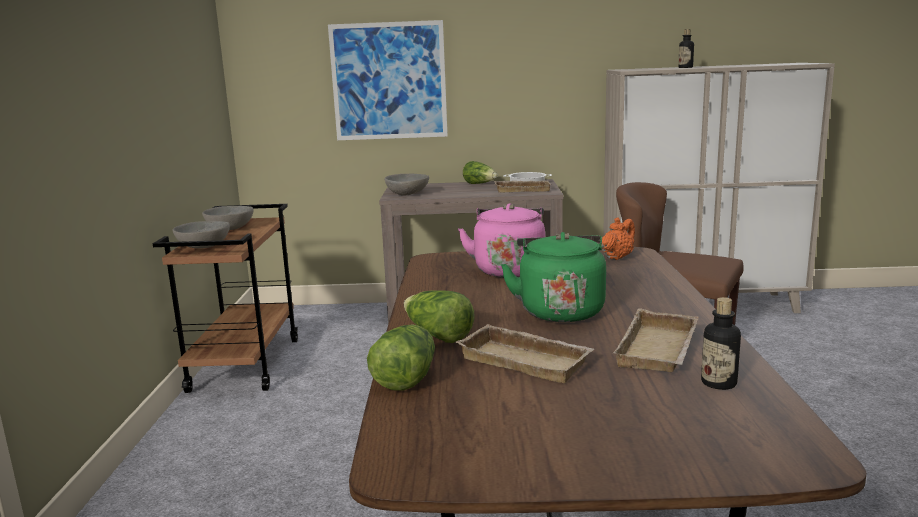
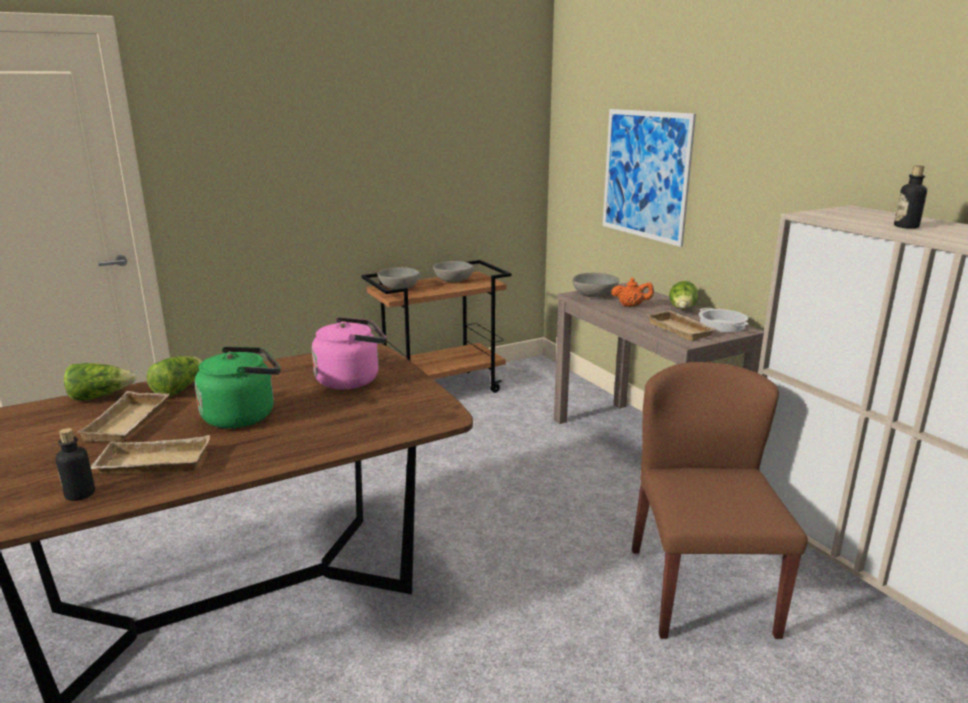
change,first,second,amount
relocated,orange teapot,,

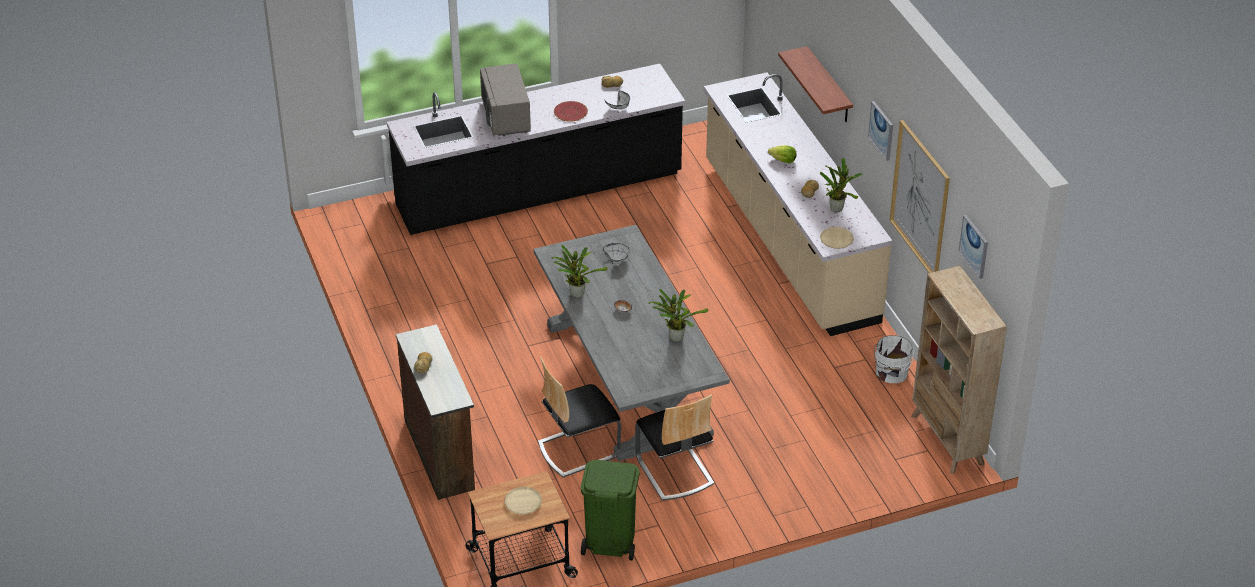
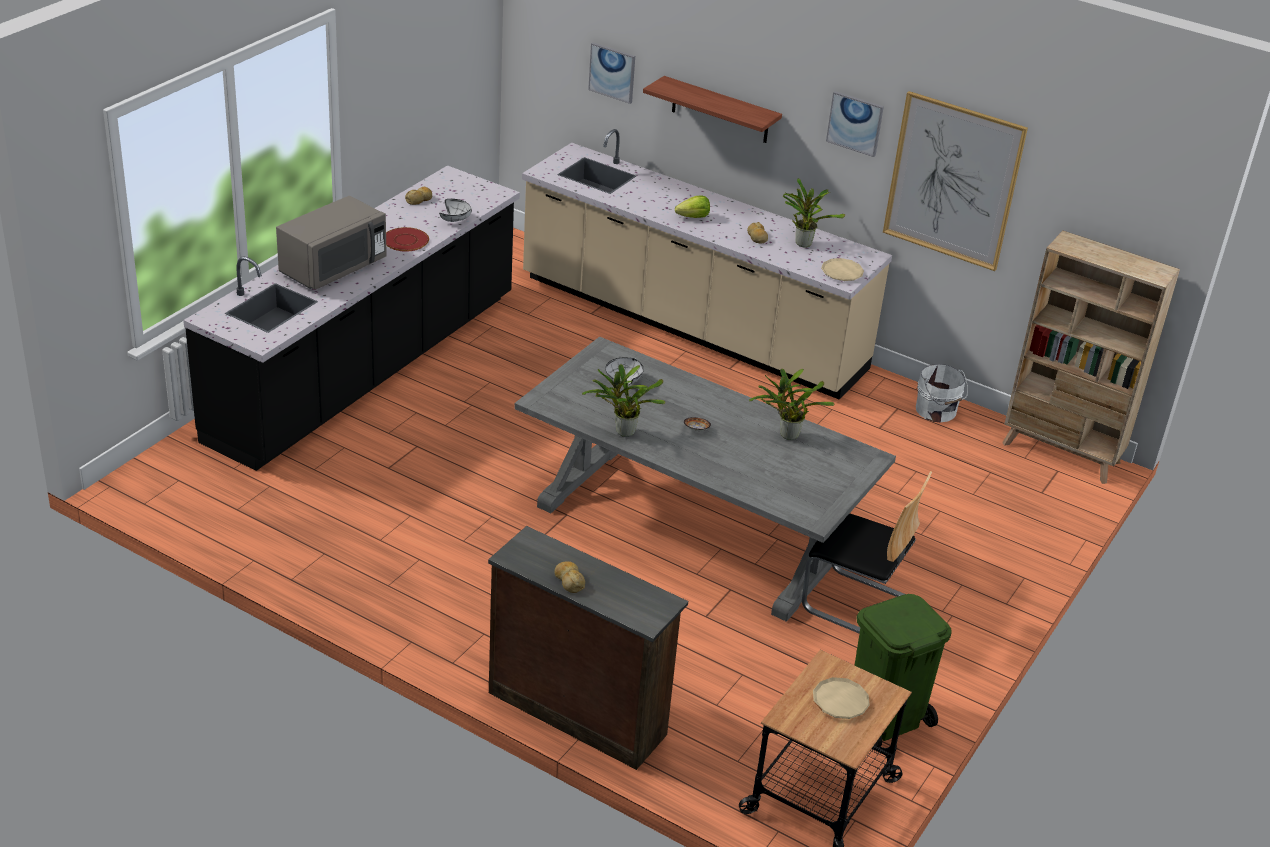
change,first,second,amount
spun,grey microwave,,90 degrees counterclockwise
relocated,picture (no. 3 from left in the first image),picture (no. 1 from left),
missing,chair (no. 1 from left),,

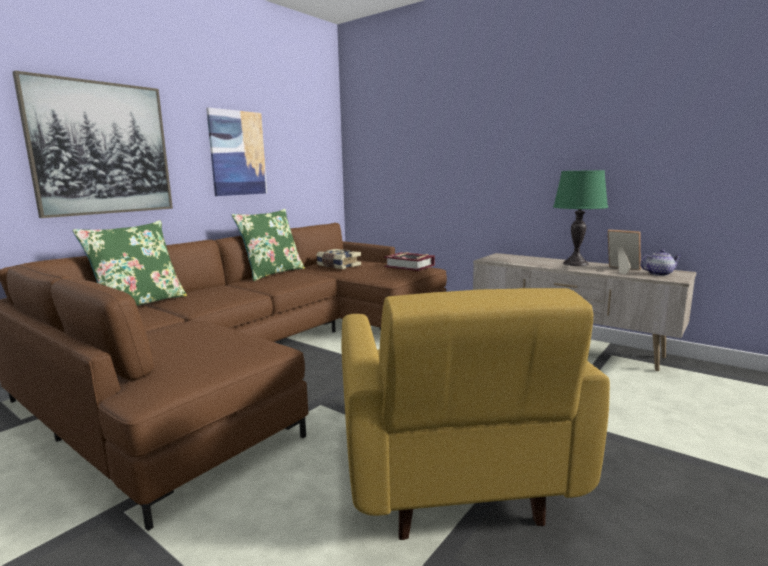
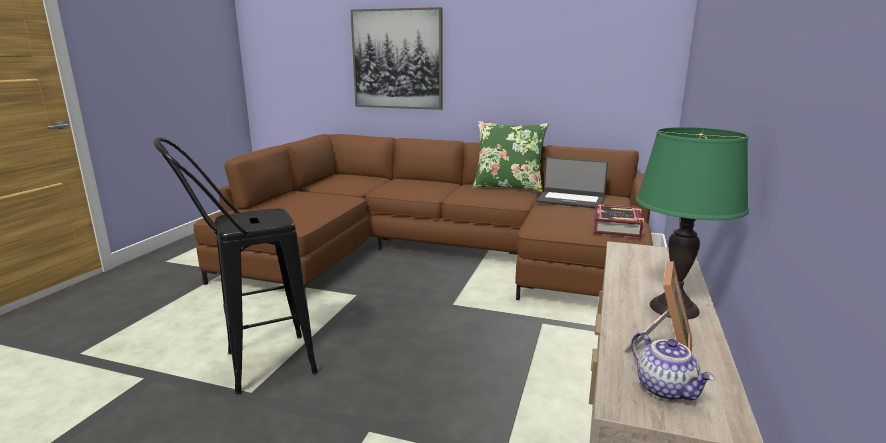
change,first,second,amount
missing,picture (no. 2 from left),,
missing,green pillow (no. 1 from left),,
exchanged,book (no. 1 from left),laptop,
exchanged,yellow armchair,black stool,

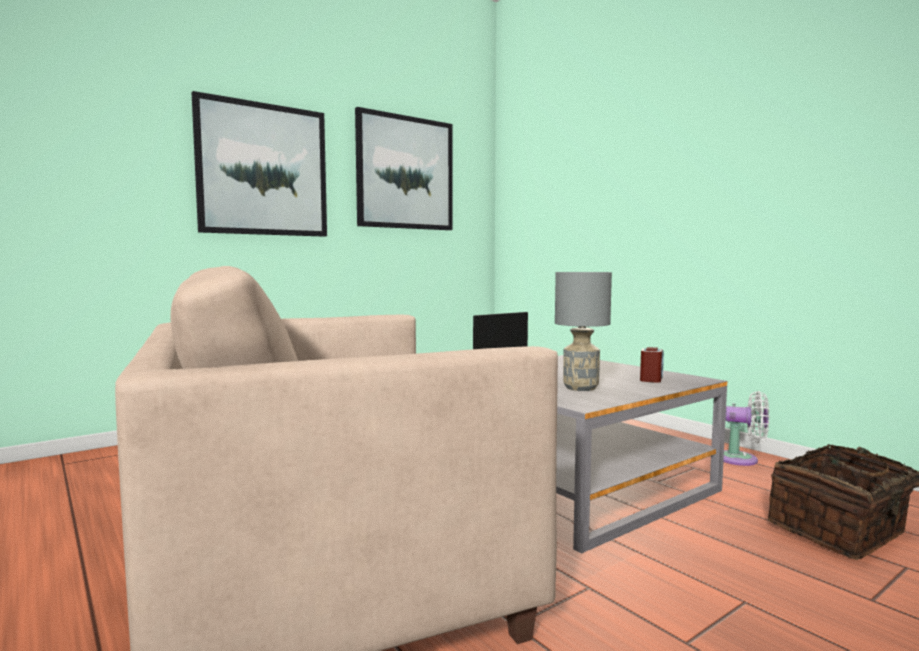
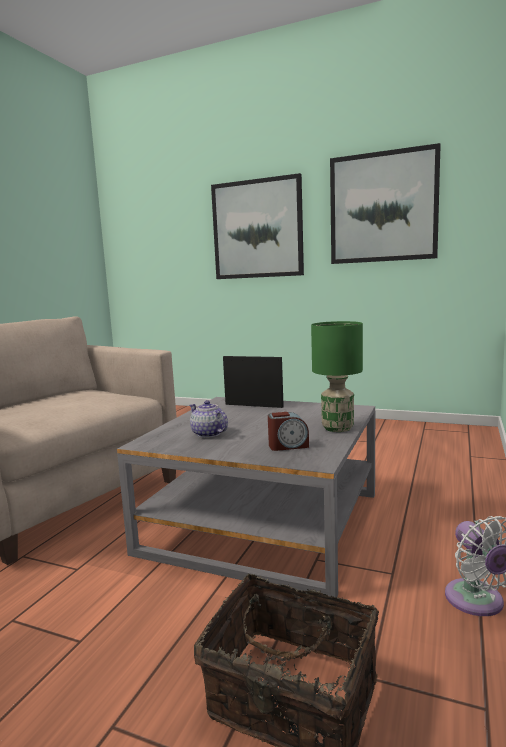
change,first,second,amount
exchanged,grey table lamp,teapot,
appeared,,green table lamp,

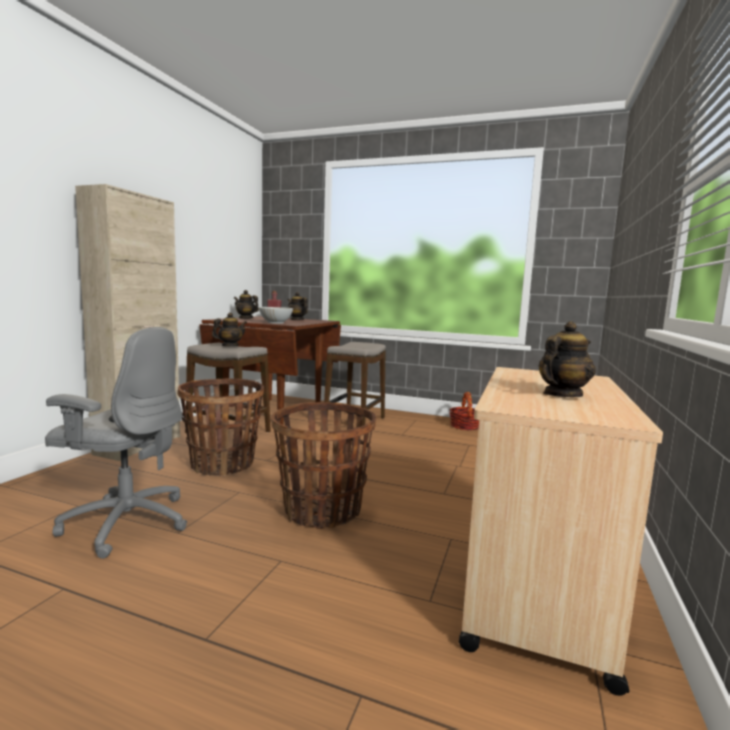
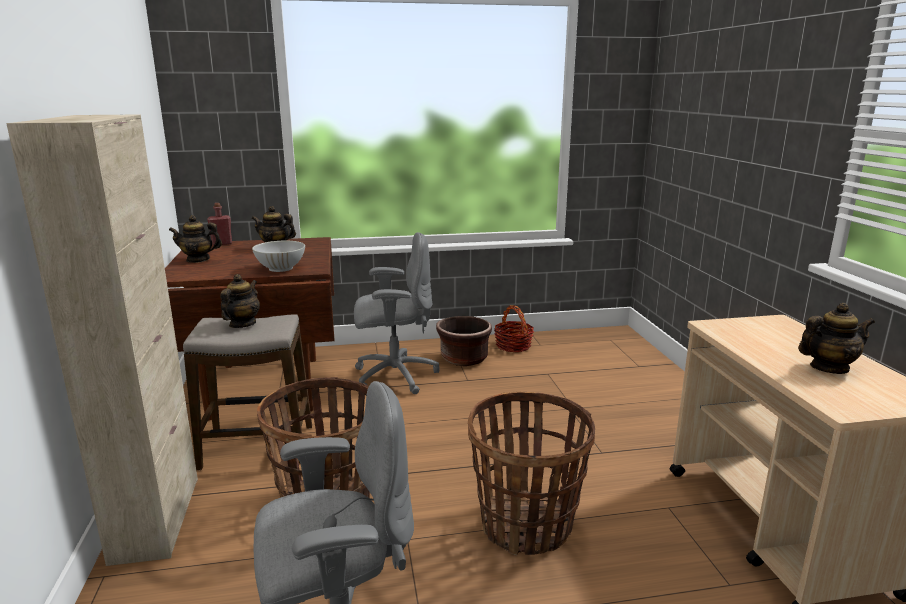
change,first,second,amount
spun,teapot (no. 4 from left),,60 degrees clockwise
exchanged,stool (no. 2 from left),grey office chair (no. 2 from left),
appeared,,brown planter,

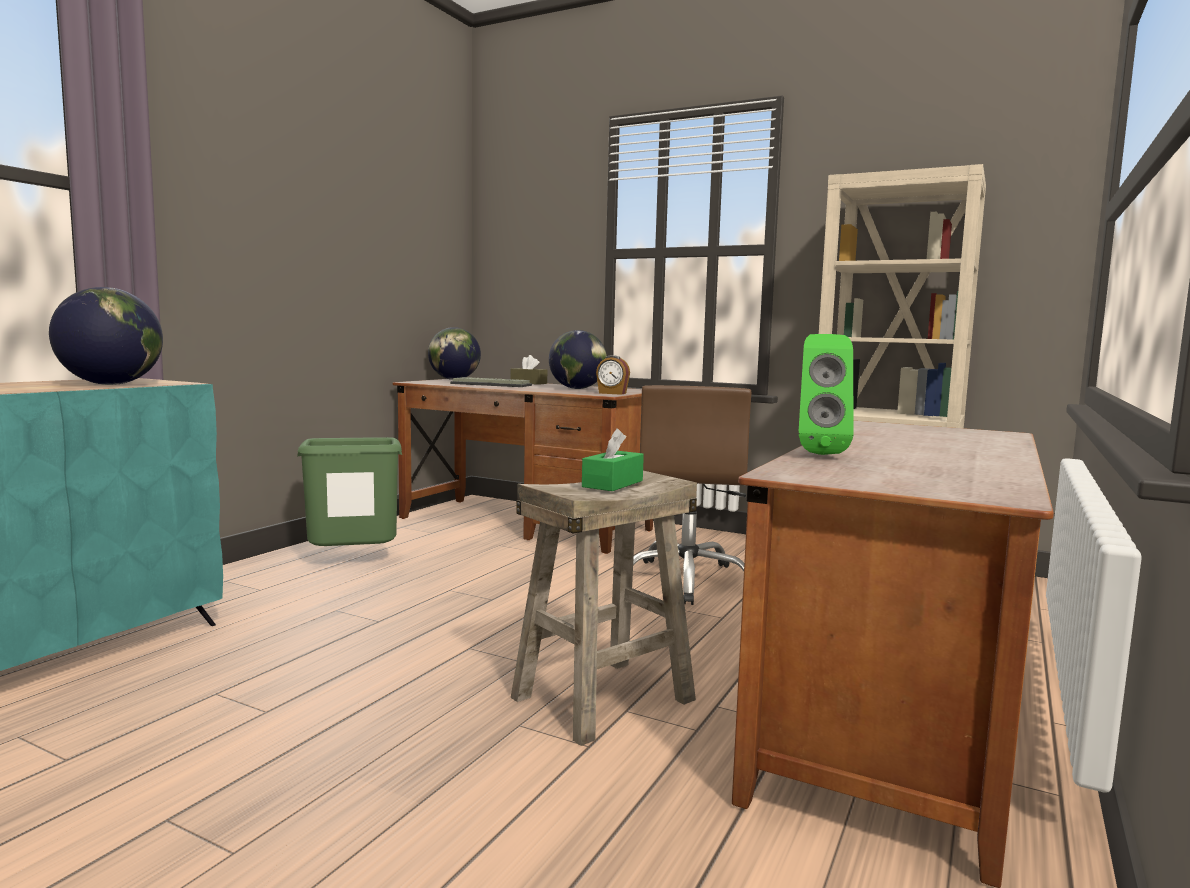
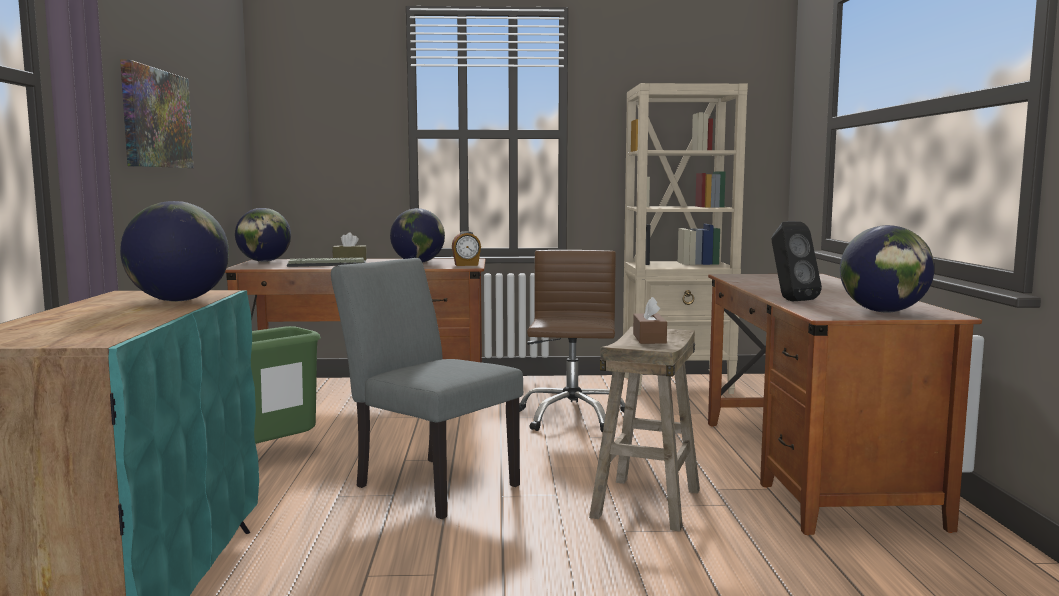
change,first,second,amount
colour,green speaker,black speaker,
spun,brown office chair,,150 degrees counterclockwise
colour,green tissue box,brown tissue box (no. 2 from left),
appeared,,picture,
appeared,,globe (no. 4 from left),
appeared,,grey chair,

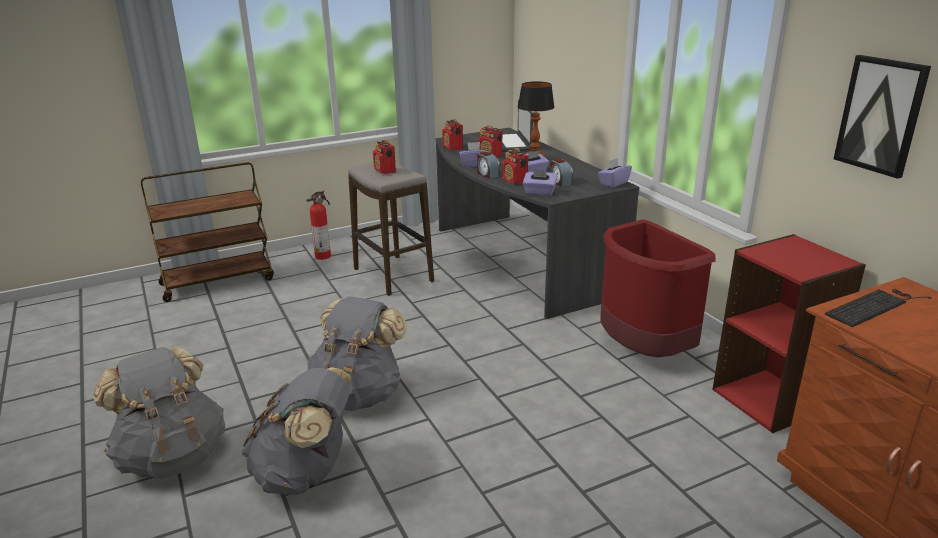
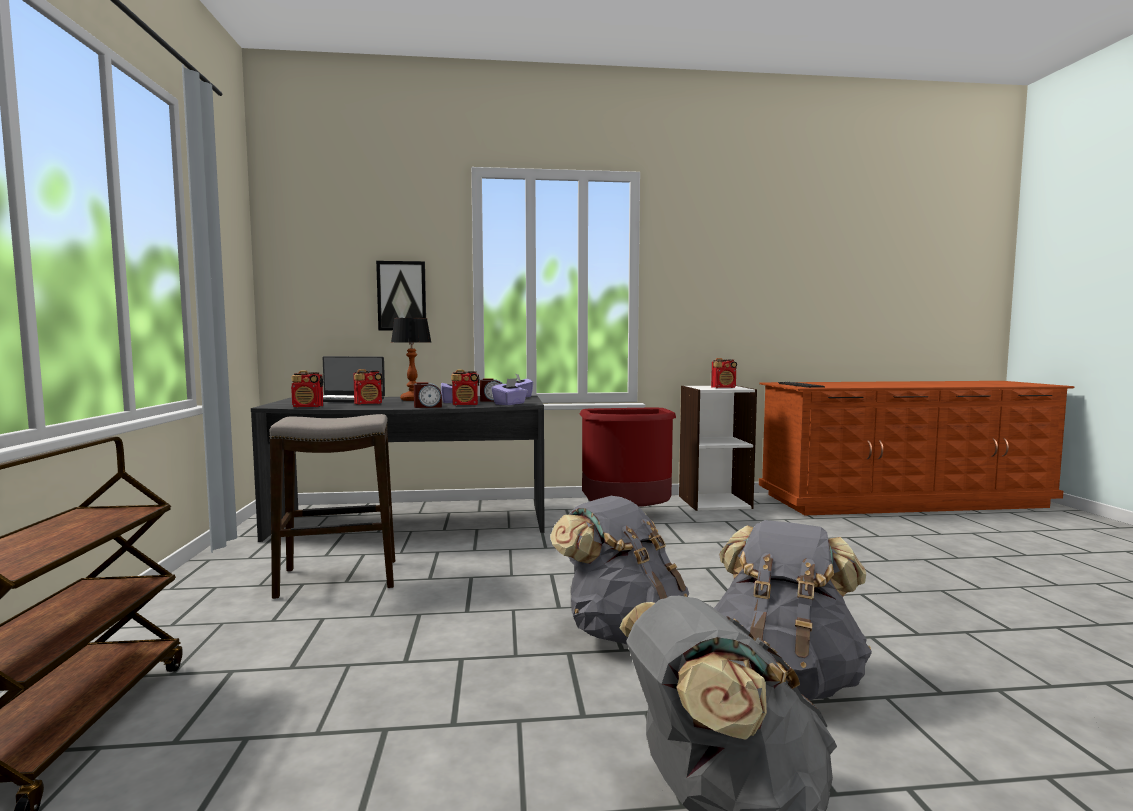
change,first,second,amount
relocated,picture,,
relocated,radio (no. 1 from left in the first image),radio (no. 4 from left),
missing,purple tissue box (no. 1 from left),,
missing,fire extinguisher,,
colour,red bookcase,white bookcase,

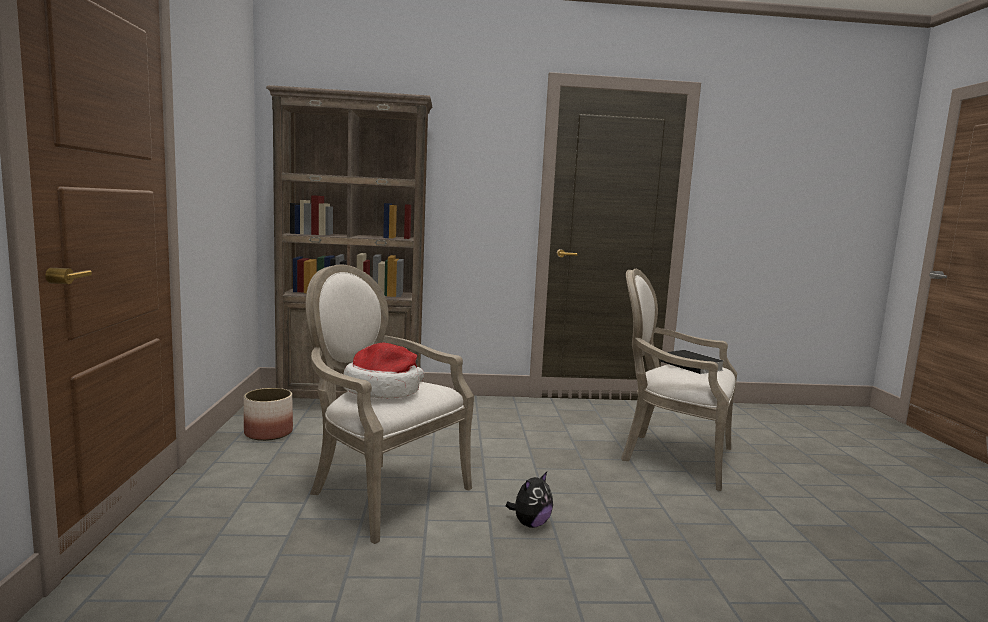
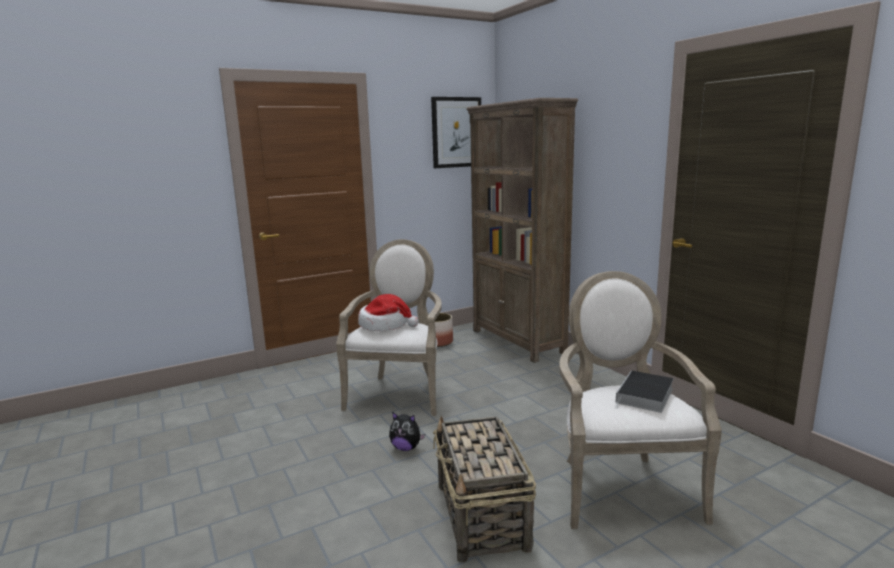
change,first,second,amount
appeared,,picture,
appeared,,basket,

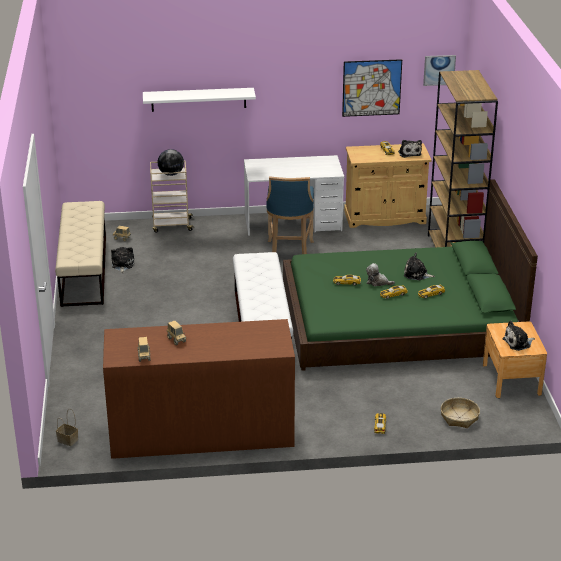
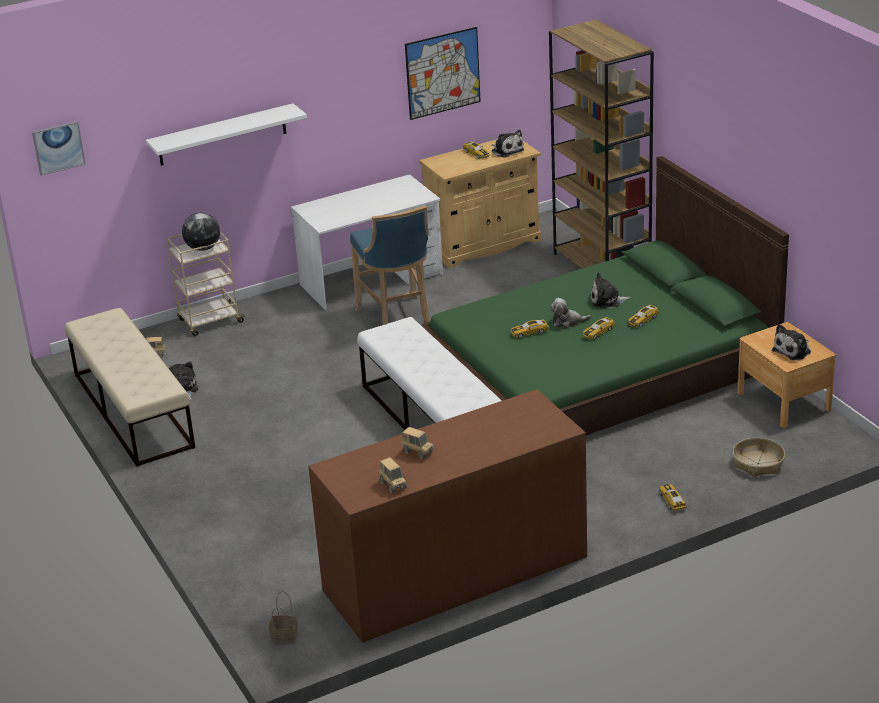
change,first,second,amount
relocated,picture (no. 2 from left in the first image),picture (no. 1 from left),

